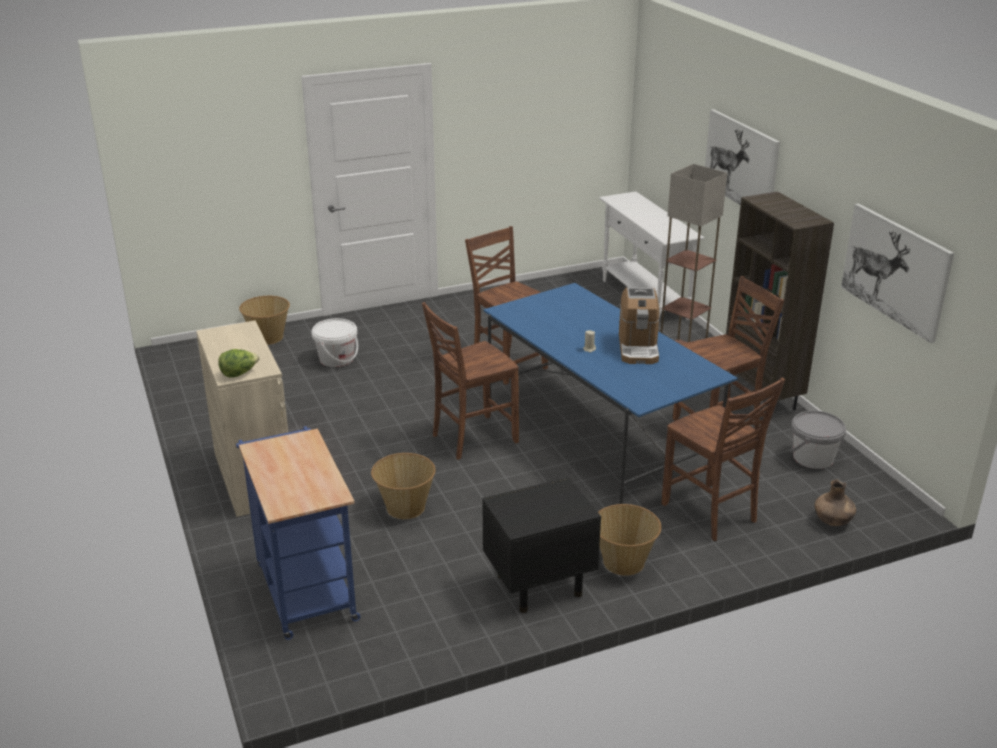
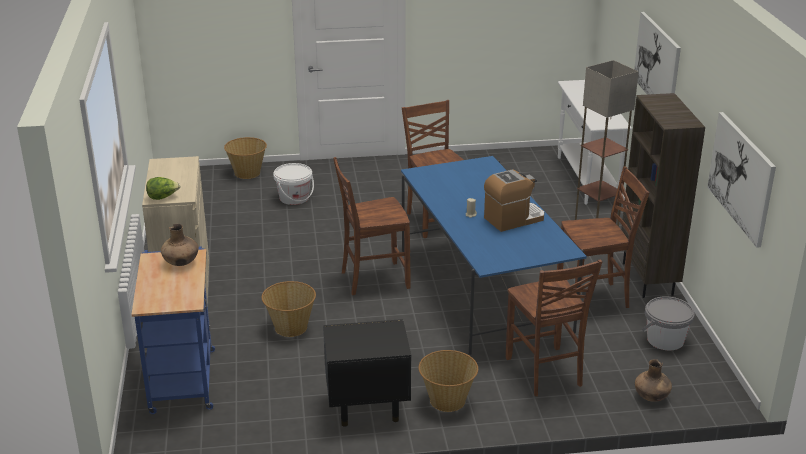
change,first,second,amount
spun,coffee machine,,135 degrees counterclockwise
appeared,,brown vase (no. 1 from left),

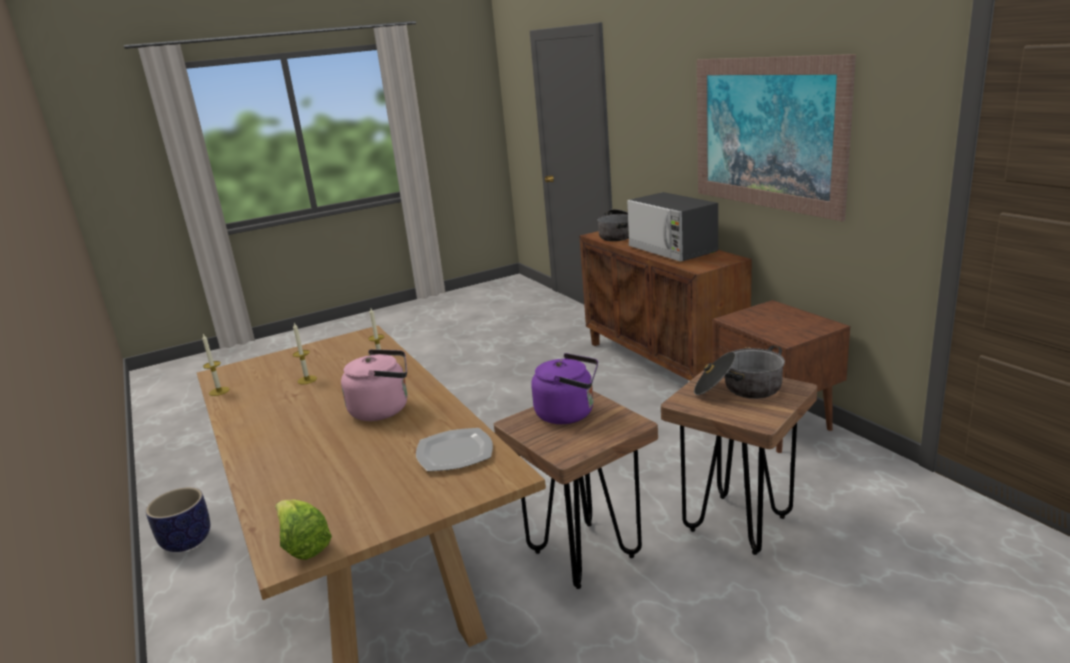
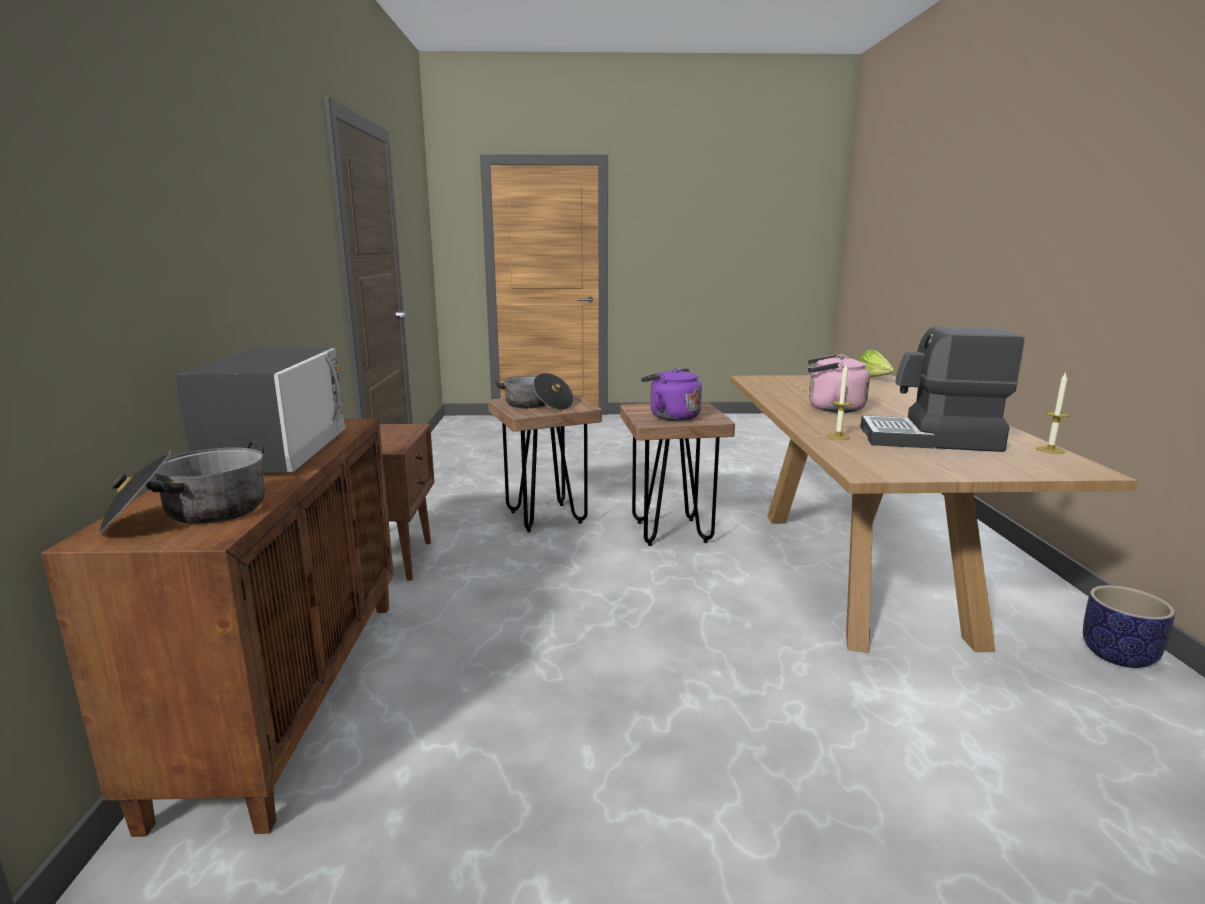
change,first,second,amount
missing,picture,,
exchanged,candle (no. 2 from left),coffee machine,
missing,plate,,

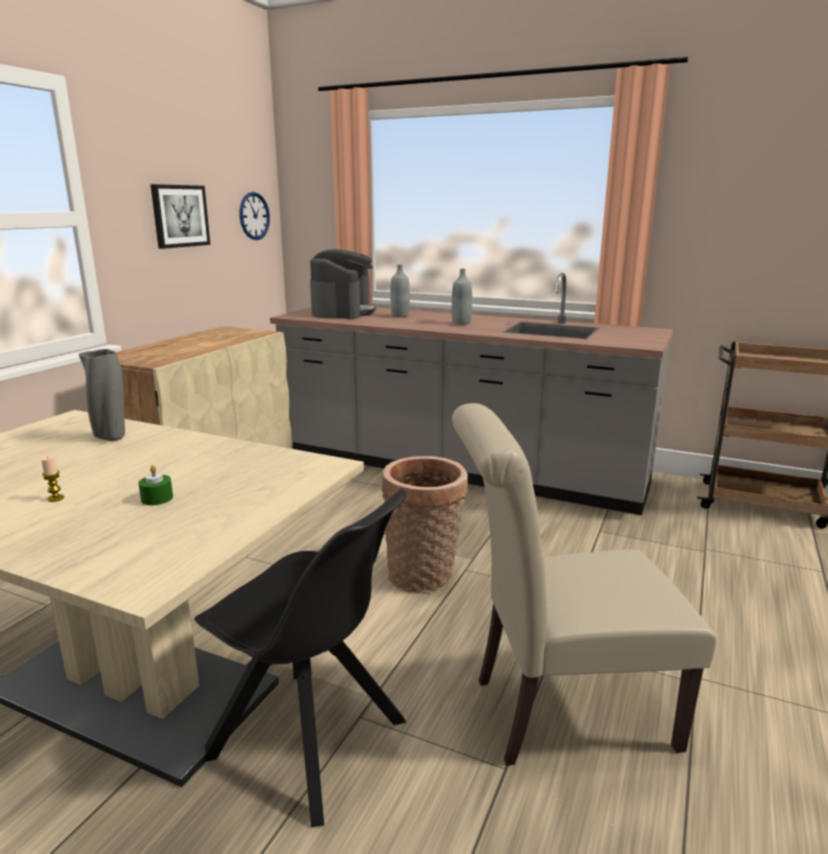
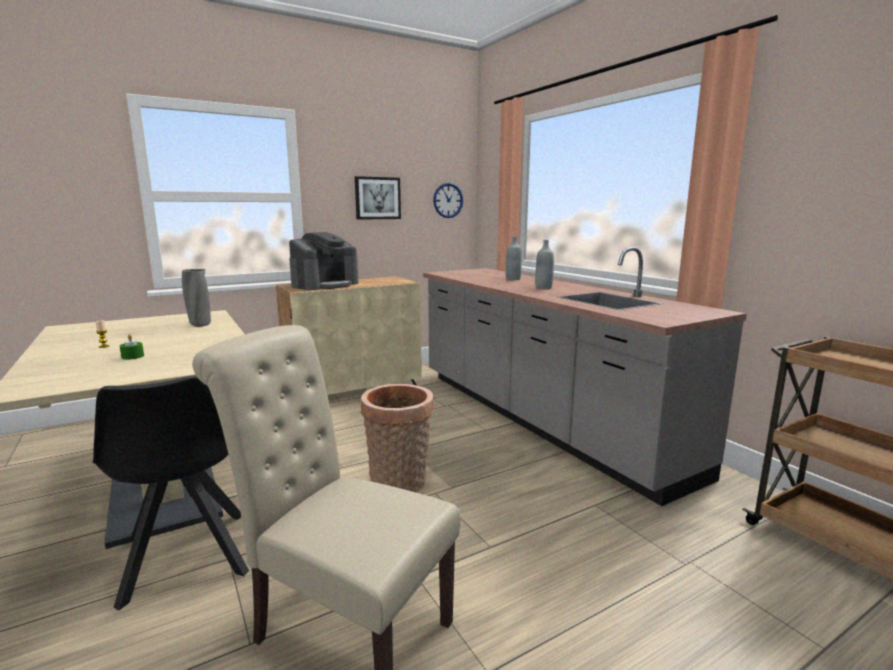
change,first,second,amount
relocated,coffee machine,,

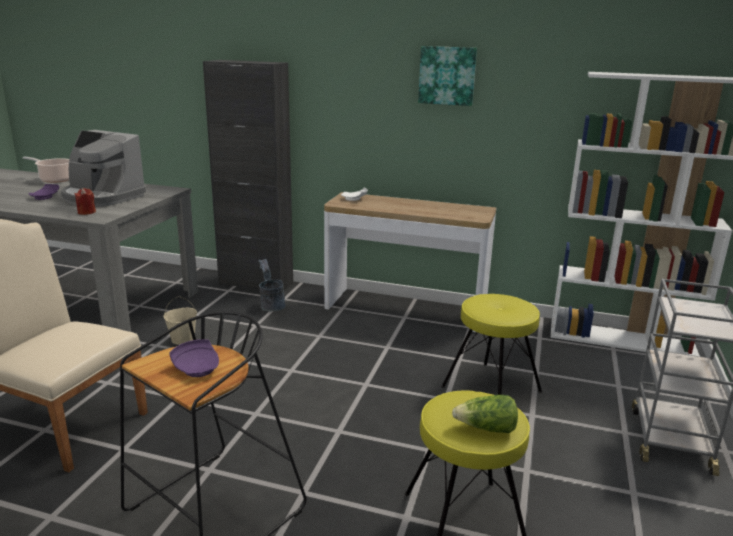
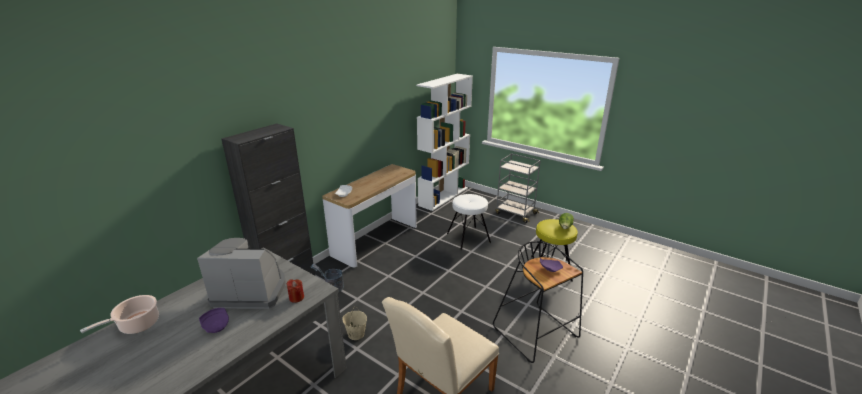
change,first,second,amount
missing,picture,,
spun,coffee machine,,135 degrees counterclockwise
colour,yellow stool (no. 2 from left),white stool,

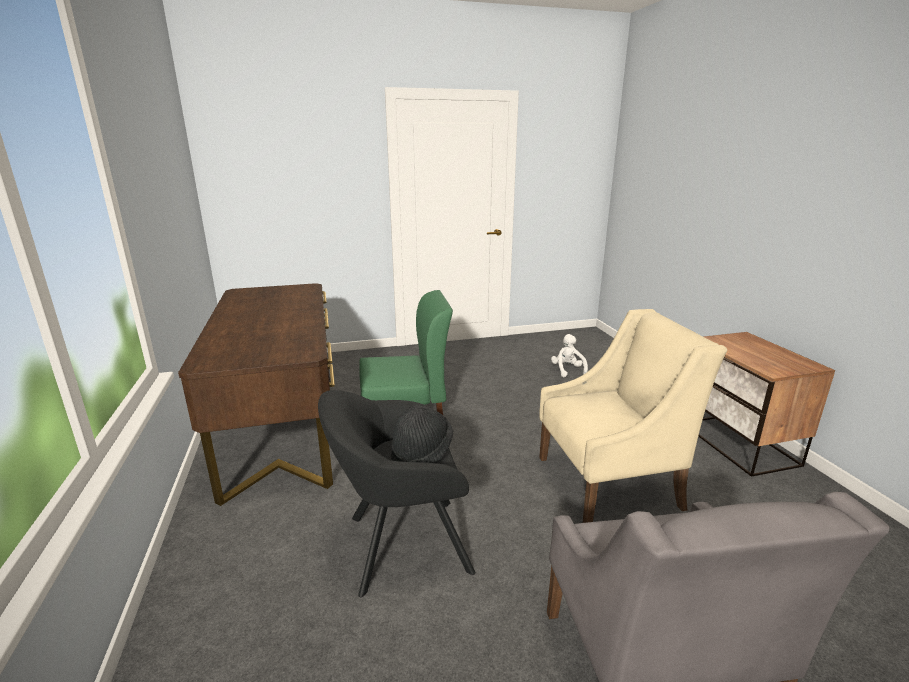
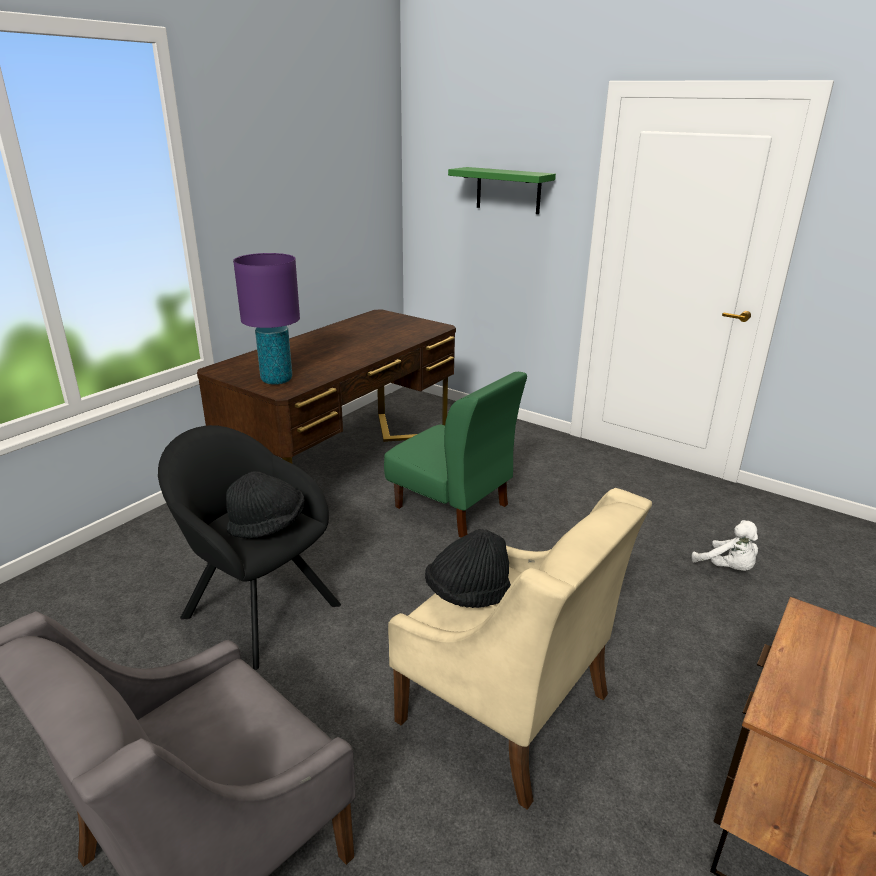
change,first,second,amount
spun,white plush toy,,105 degrees clockwise
appeared,,green shelf,
appeared,,purple table lamp,
appeared,,black hat (no. 2 from left),

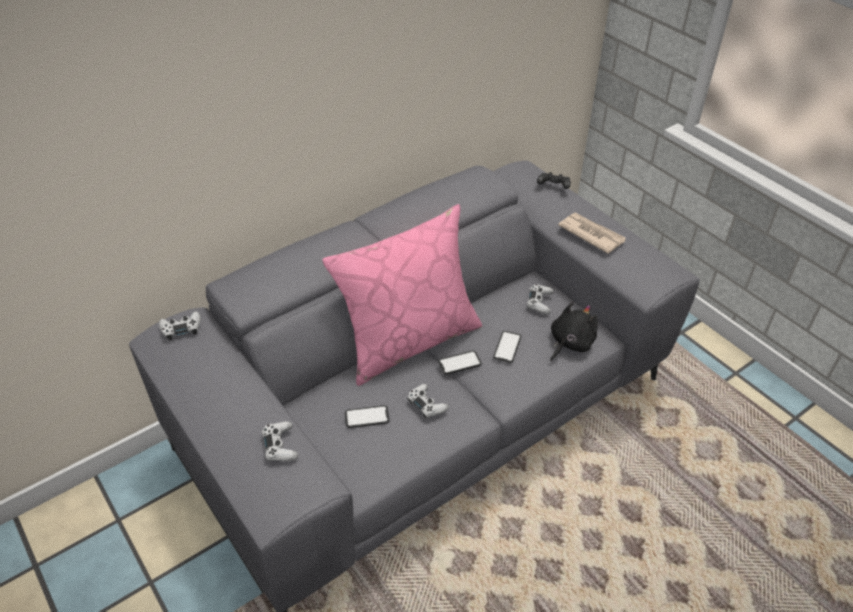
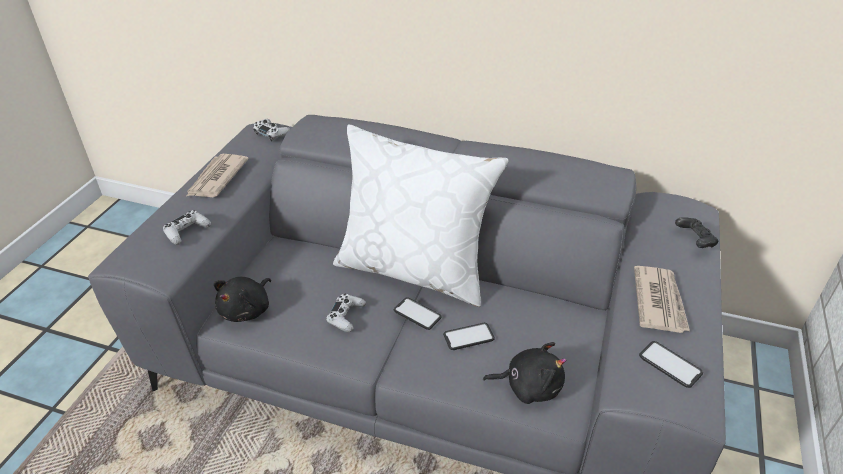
change,first,second,amount
colour,pink pillow,white pillow,
missing,white game controller (no. 4 from left),,
relocated,phone (no. 1 from left in the first image),phone (no. 3 from left),
appeared,,newspaper (no. 1 from left),
appeared,,black plush toy (no. 1 from left),

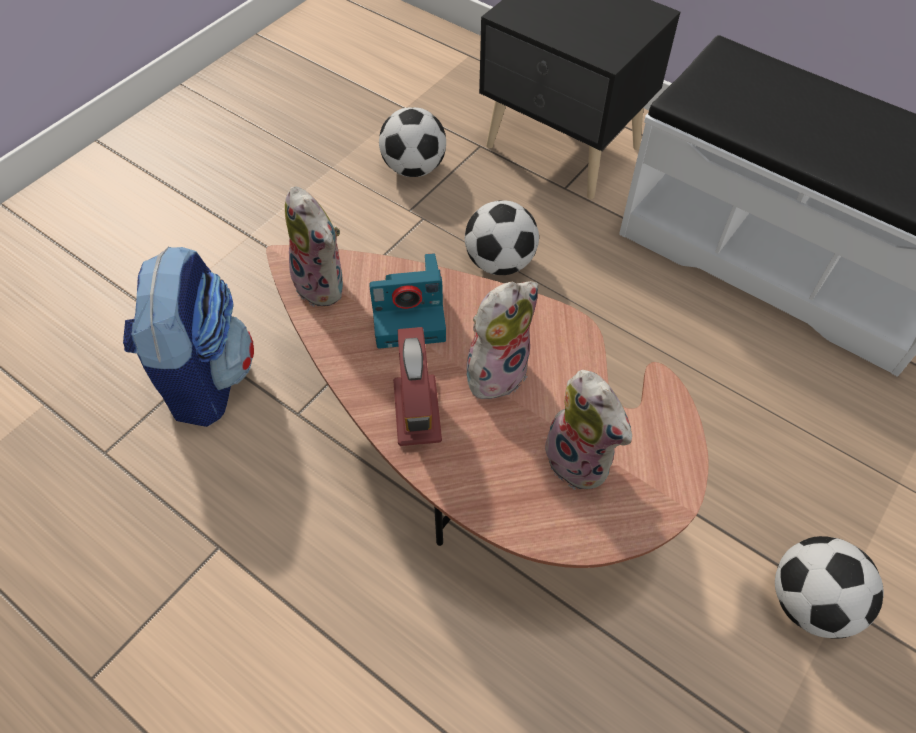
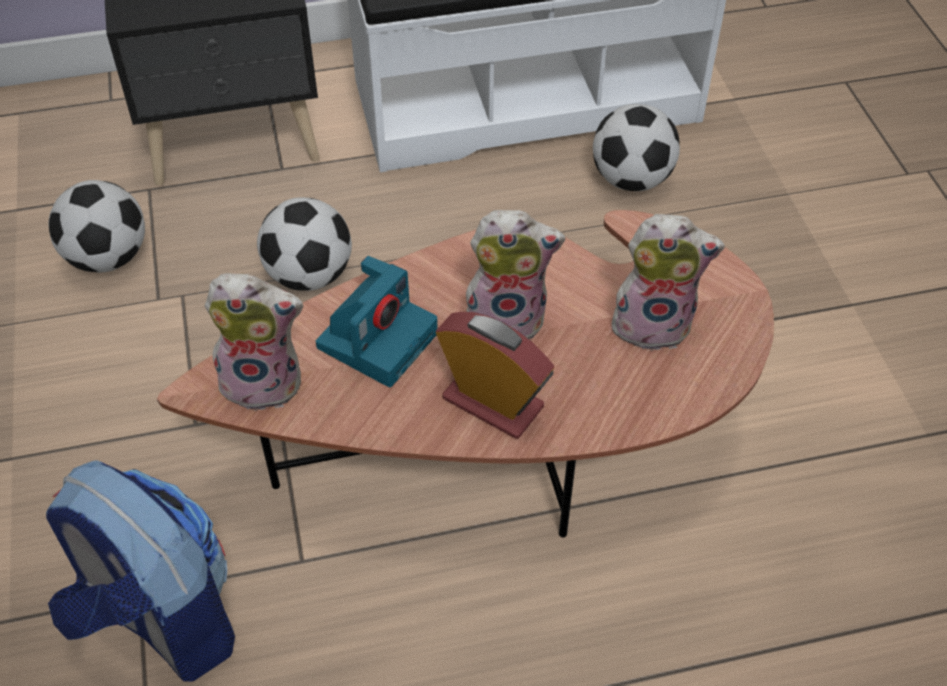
change,first,second,amount
spun,plush toy (no. 2 from left),,90 degrees clockwise
relocated,football (no. 3 from left),,

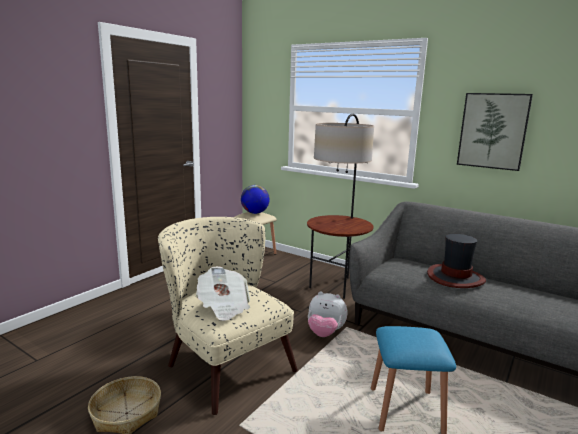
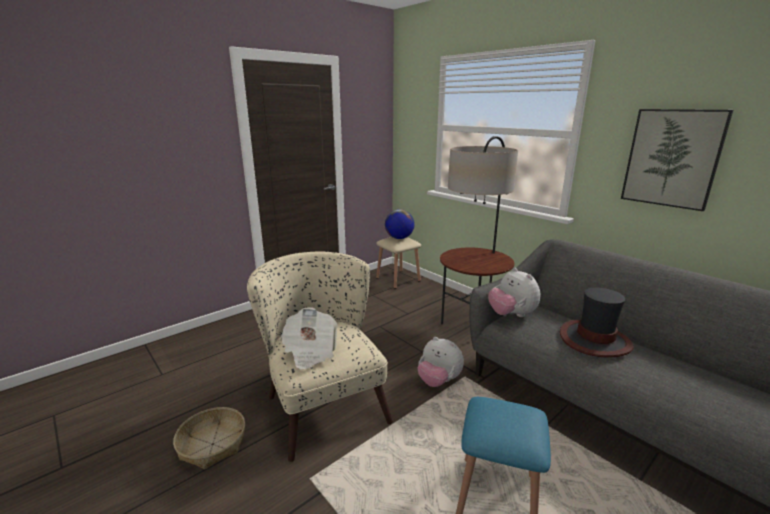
change,first,second,amount
appeared,,plush toy (no. 2 from left),

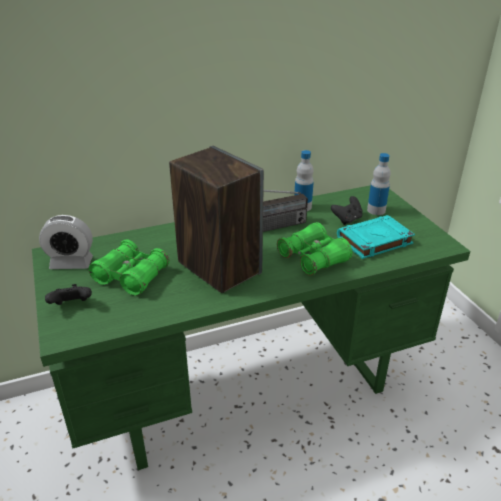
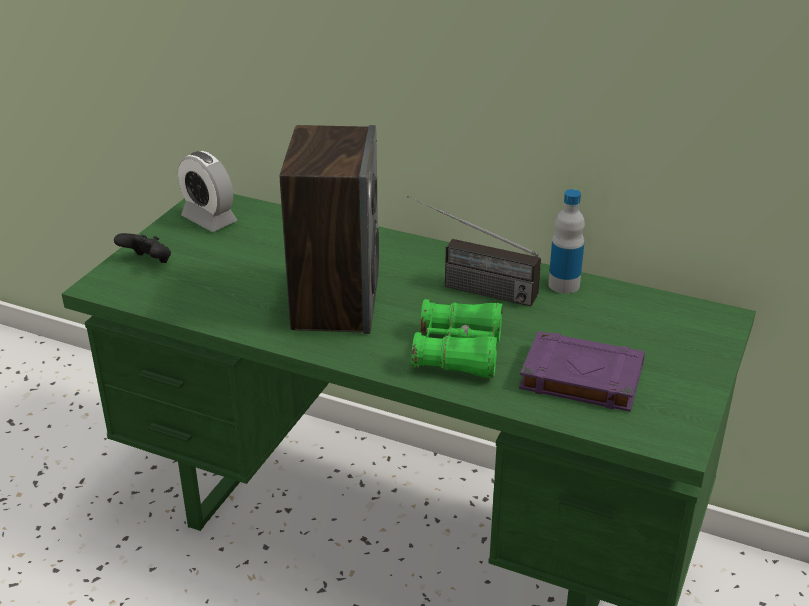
change,first,second,amount
missing,bottle (no. 2 from left),,
missing,black game controller (no. 2 from left),,
colour,turquoise book,purple book,
missing,green binoculars (no. 1 from left),,

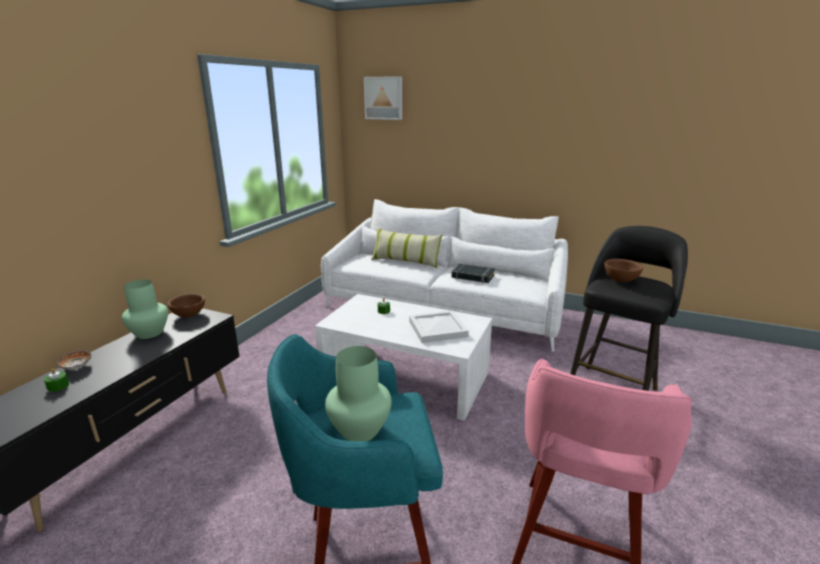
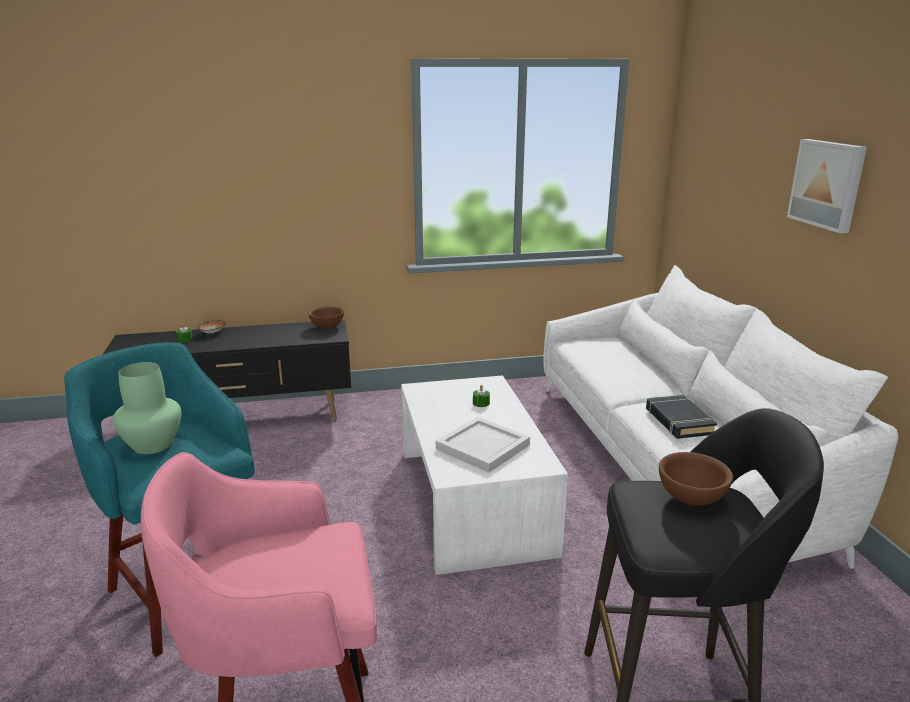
change,first,second,amount
relocated,picture,,
missing,pillow,,
missing,green vase (no. 1 from left),,

